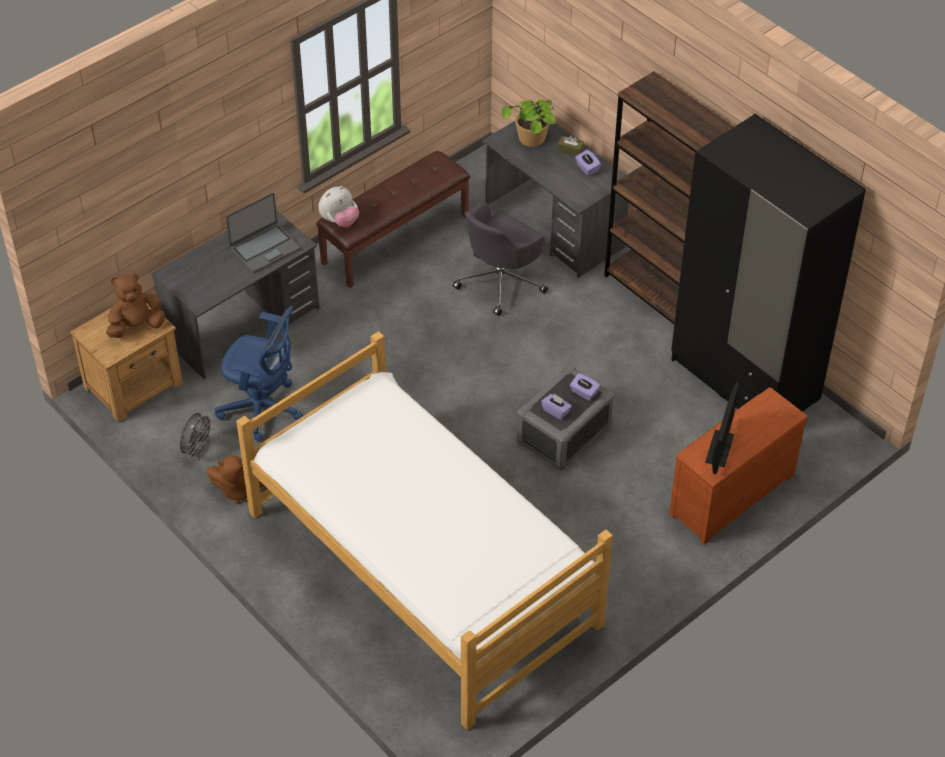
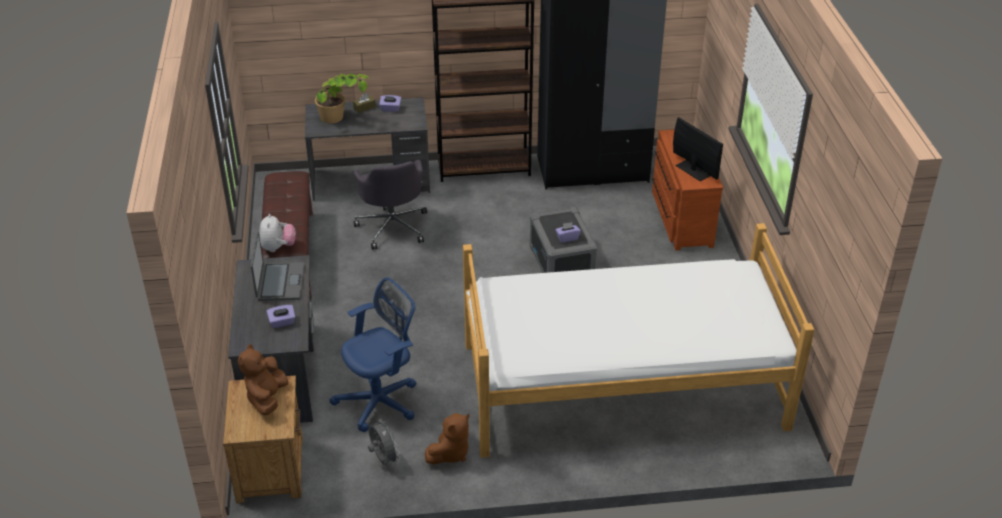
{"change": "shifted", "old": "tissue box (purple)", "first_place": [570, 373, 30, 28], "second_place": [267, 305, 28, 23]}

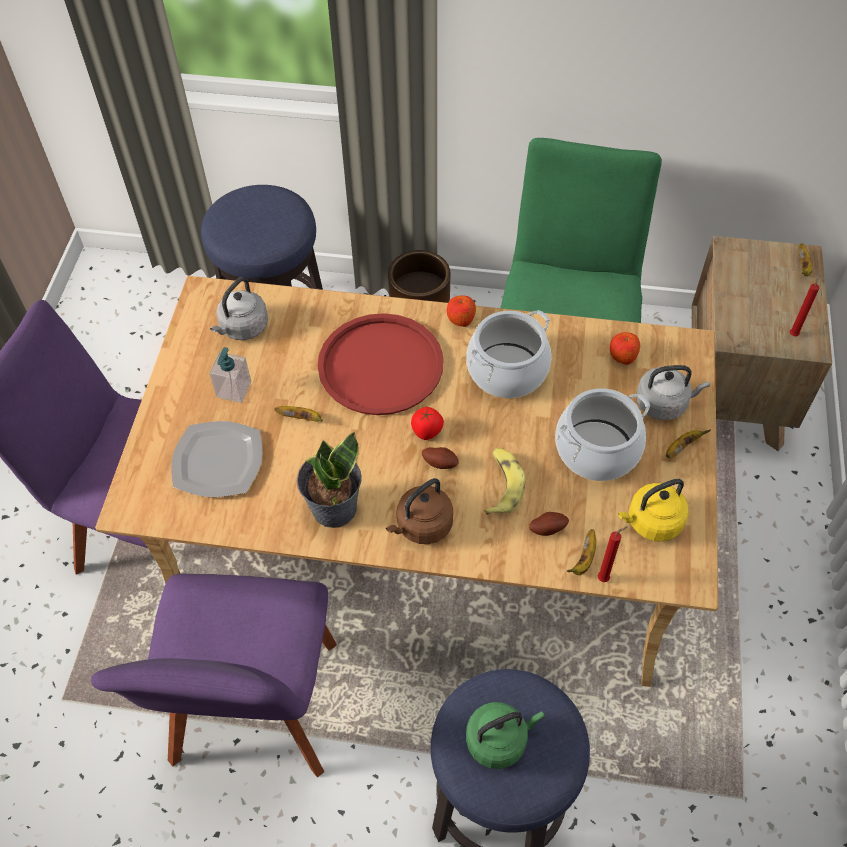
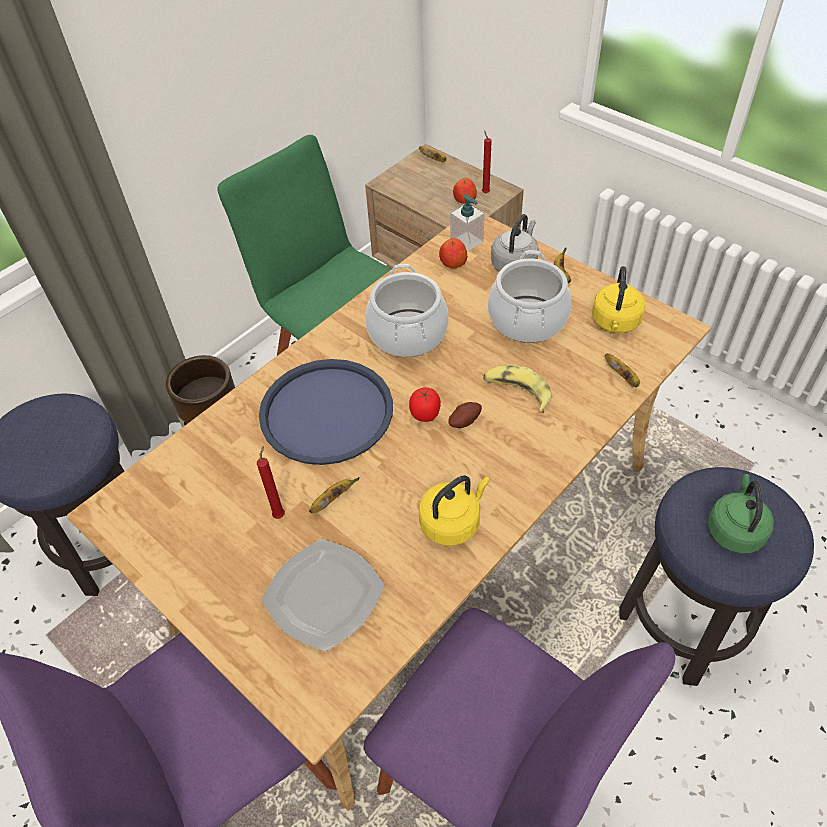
{"change": "gone", "old": "kettle (grey)", "first_place": [210, 277, 58, 63]}
{"change": "shifted", "old": "apple", "first_place": [447, 295, 29, 32], "second_place": [453, 178, 24, 26]}
{"change": "repainted", "old": "tray (red)", "new": "tray (blue)", "first_place": [318, 313, 126, 102], "second_place": [259, 359, 134, 106]}
{"change": "shifted", "old": "soap dispenser", "first_place": [209, 347, 42, 56], "second_place": [450, 194, 35, 58]}
{"change": "swapped", "old": "potted plant", "new": "kettle (yellow)", "first_place": [297, 432, 65, 96], "second_place": [419, 475, 71, 71]}
{"change": "gone", "old": "kettle (brown)", "first_place": [386, 478, 67, 66]}
{"change": "gone", "old": "potato", "first_place": [529, 512, 40, 24]}
{"change": "shifted", "old": "candle (red)", "first_place": [597, 526, 30, 56], "second_place": [257, 446, 28, 73]}

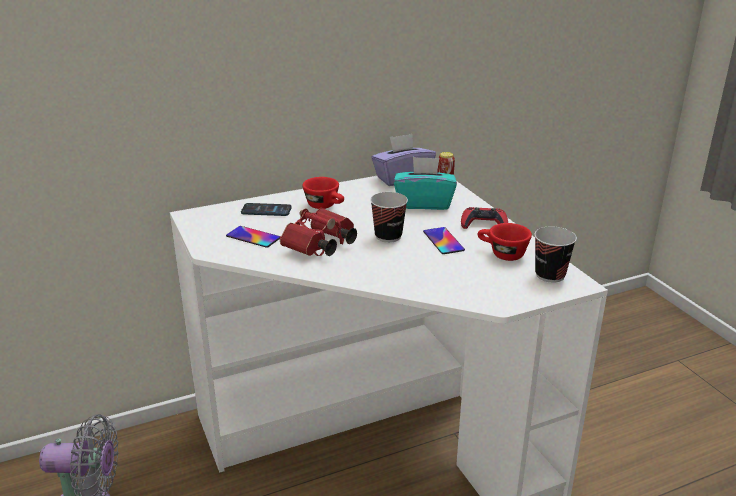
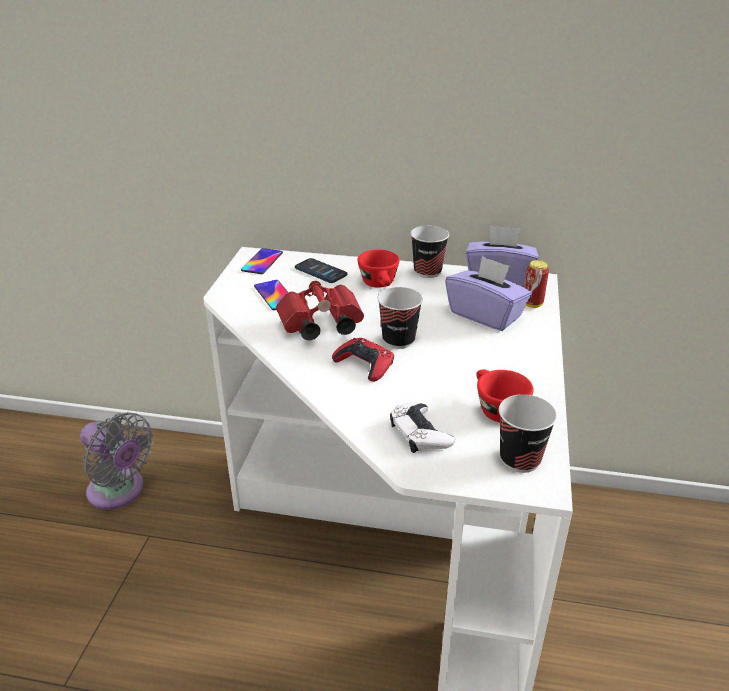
{"change": "repainted", "old": "tissue box (turquoise)", "new": "tissue box (purple)", "first_place": [394, 157, 63, 53], "second_place": [445, 256, 87, 75]}
{"change": "shifted", "old": "game controller (red)", "first_place": [461, 207, 47, 22], "second_place": [332, 338, 62, 44]}
{"change": "shifted", "old": "phone", "first_place": [423, 227, 42, 27], "second_place": [241, 248, 42, 26]}
{"change": "new", "new": "cup", "second_place": [411, 226, 38, 52]}
{"change": "new", "new": "game controller (white)", "second_place": [390, 402, 65, 51]}

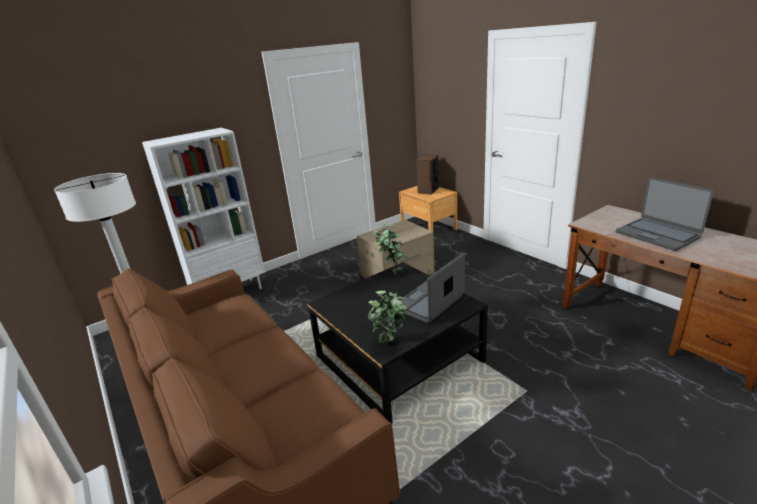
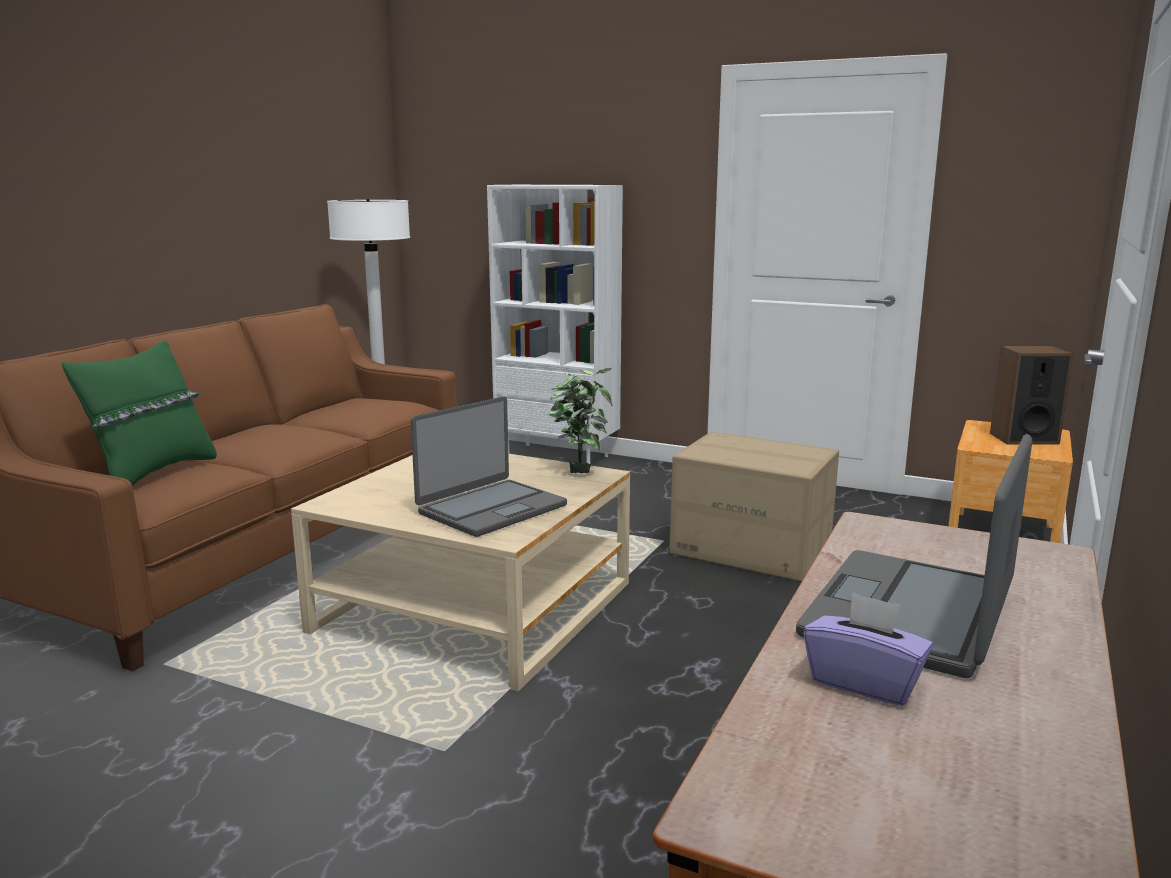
{"change": "rotated", "old": "laptop", "first_place": [402, 253, 63, 70], "second_place": [411, 396, 156, 141], "degrees": 120}
{"change": "repainted", "old": "coffee table (black)", "new": "coffee table (beige)", "first_place": [307, 262, 181, 161], "second_place": [291, 454, 339, 238]}
{"change": "gone", "old": "potted plant", "first_place": [368, 291, 39, 54]}
{"change": "new", "new": "pillow (green)", "second_place": [62, 341, 155, 145]}
{"change": "new", "new": "tissue box (purple)", "second_place": [803, 592, 130, 114]}

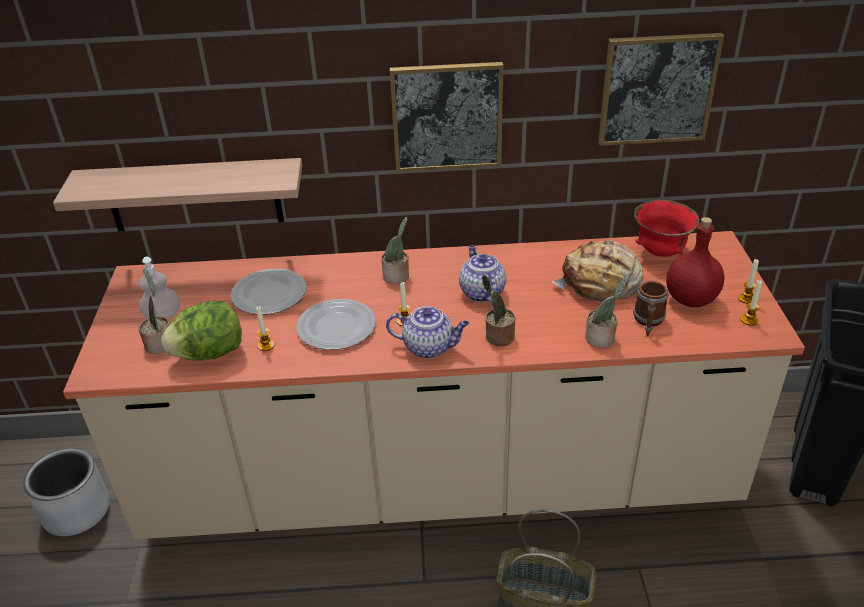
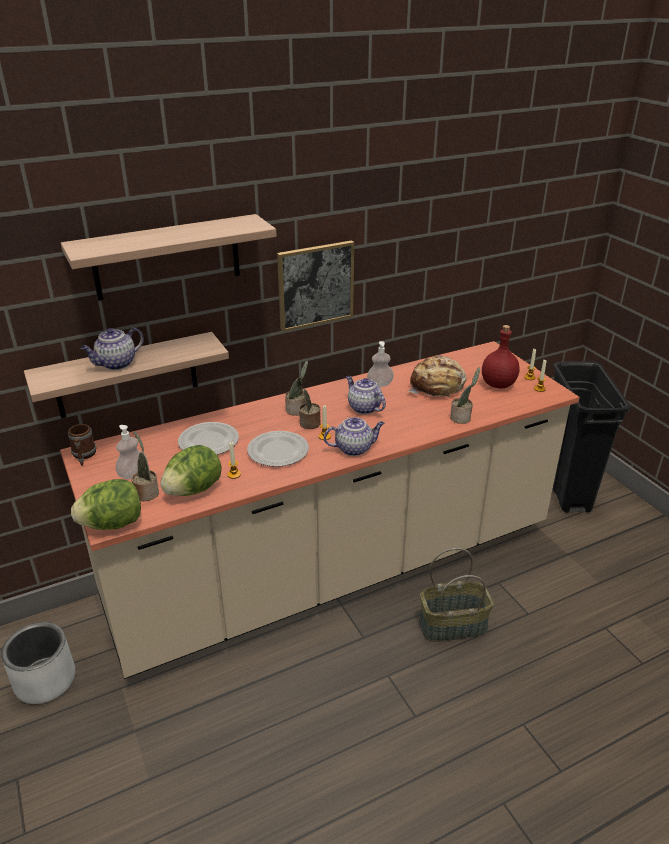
{"change": "gone", "old": "picture", "first_place": [598, 33, 126, 113]}
{"change": "gone", "old": "bowl (red)", "first_place": [634, 200, 65, 57]}
{"change": "shifted", "old": "potted plant", "first_place": [482, 275, 33, 71], "second_place": [297, 377, 23, 52]}
{"change": "shifted", "old": "mug", "first_place": [633, 281, 36, 55], "second_place": [68, 424, 29, 42]}
{"change": "new", "new": "shelf", "second_place": [61, 214, 216, 87]}
{"change": "new", "new": "teapot", "second_place": [81, 328, 63, 42]}
{"change": "new", "new": "soap dispenser", "second_place": [367, 341, 27, 46]}
{"change": "new", "new": "lettuce", "second_place": [71, 479, 70, 51]}

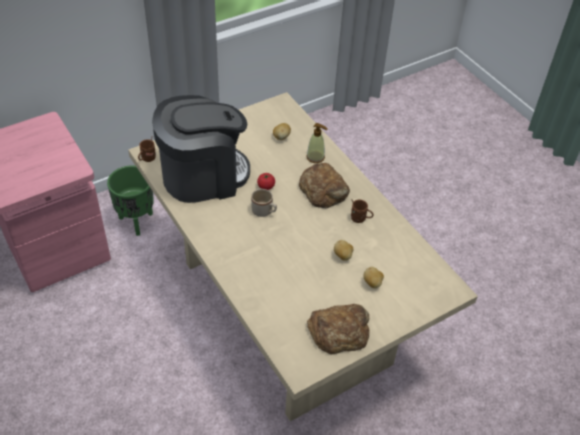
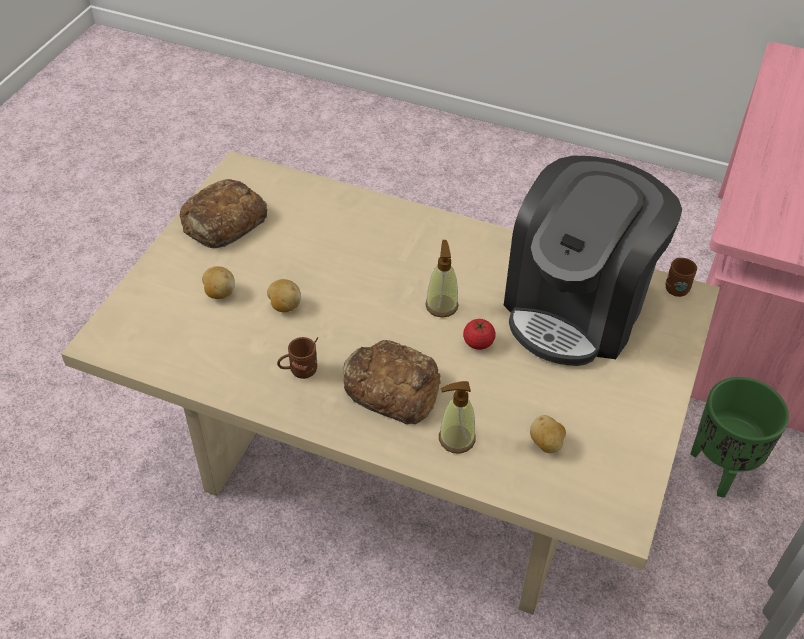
{"change": "swapped", "old": "mug (beige)", "new": "soap dispenser", "first_place": [251, 189, 26, 28], "second_place": [425, 240, 34, 78]}

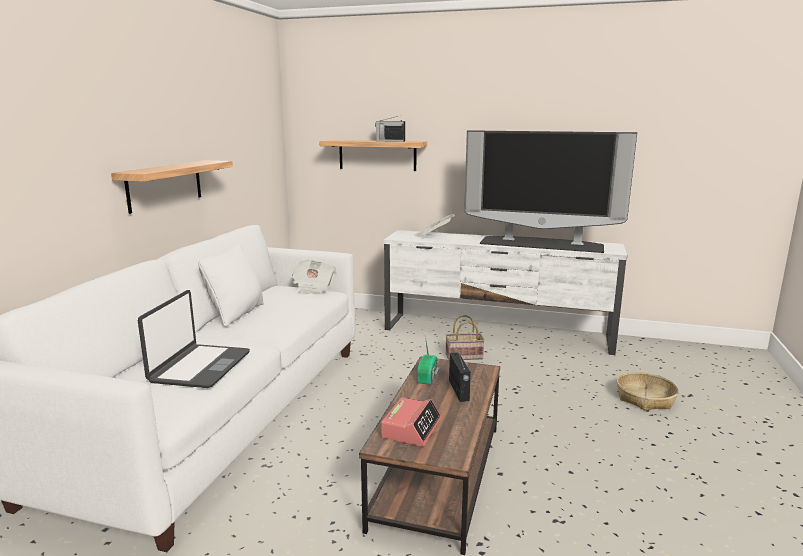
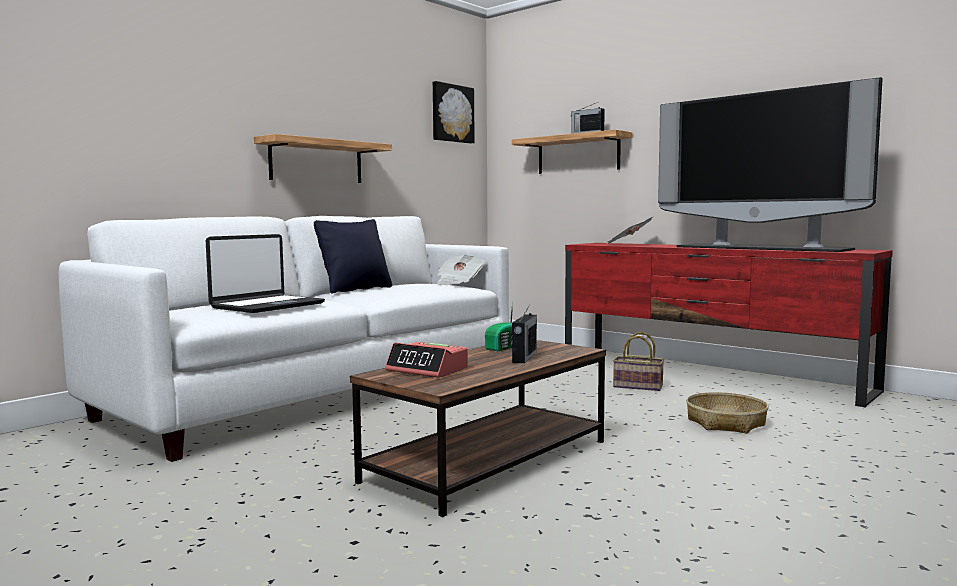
{"change": "repainted", "old": "tv stand (white)", "new": "tv stand (red)", "first_place": [384, 230, 243, 125], "second_place": [565, 243, 328, 164]}
{"change": "repainted", "old": "pillow (white)", "new": "pillow (black)", "first_place": [198, 243, 66, 84], "second_place": [314, 219, 78, 75]}
{"change": "shifted", "old": "basket", "first_place": [617, 372, 62, 39], "second_place": [686, 392, 83, 42]}
{"change": "rotated", "old": "alarm clock", "first_place": [381, 397, 60, 50], "second_place": [385, 342, 83, 36], "degrees": 75}
{"change": "new", "new": "picture", "second_place": [433, 81, 42, 63]}

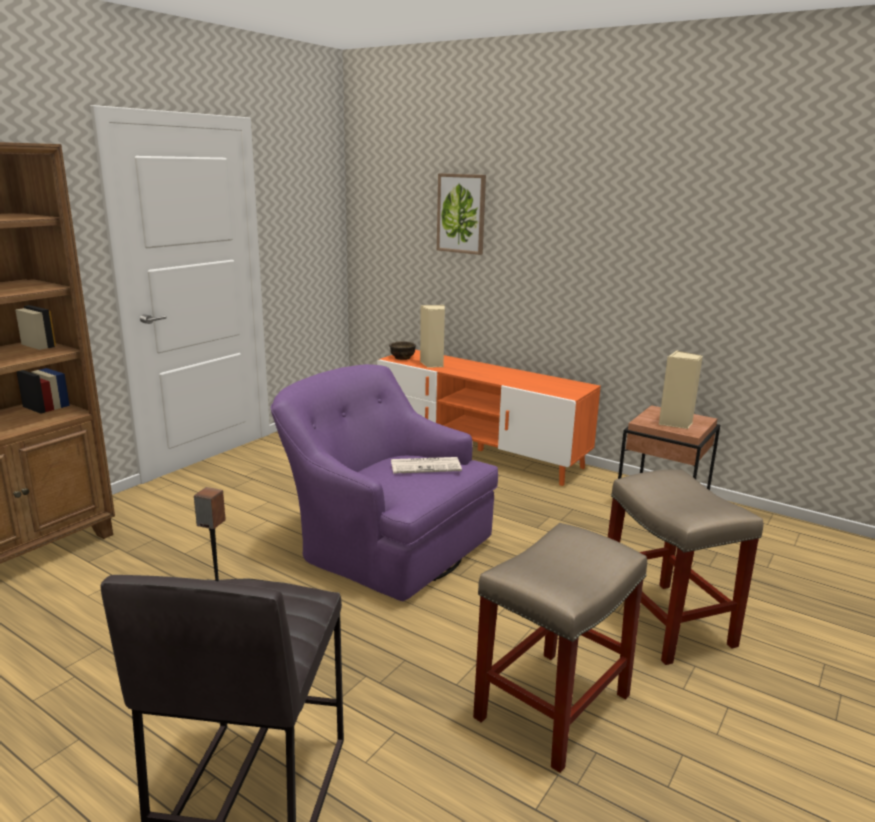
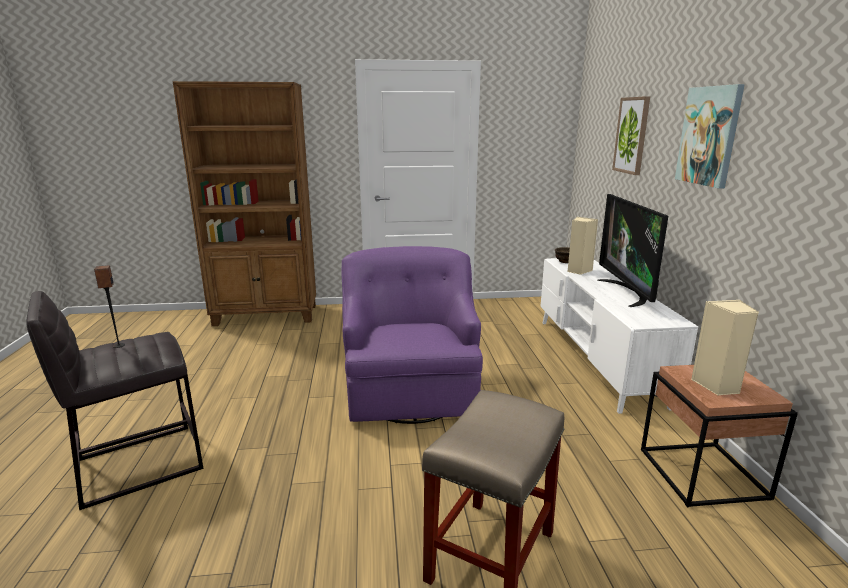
{"change": "repainted", "old": "tv stand (orange)", "new": "tv stand (white)", "first_place": [377, 350, 224, 136], "second_place": [541, 258, 157, 156]}
{"change": "gone", "old": "newspaper", "first_place": [391, 457, 71, 17]}
{"change": "gone", "old": "stool (beige)", "first_place": [473, 523, 174, 250]}
{"change": "new", "new": "picture", "second_place": [675, 84, 70, 105]}
{"change": "new", "new": "television", "second_place": [597, 194, 71, 113]}

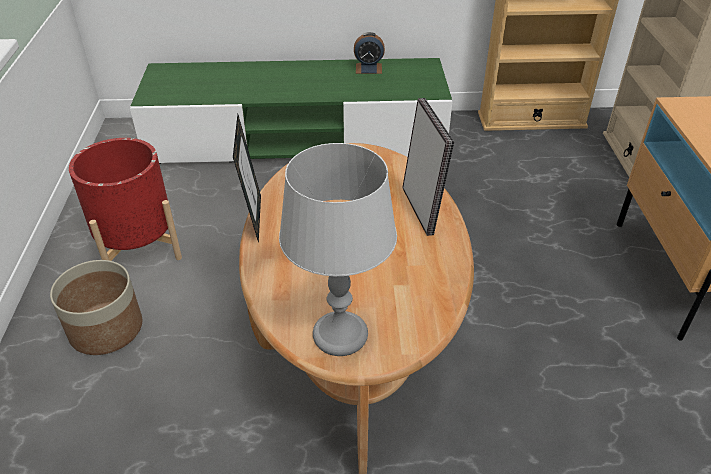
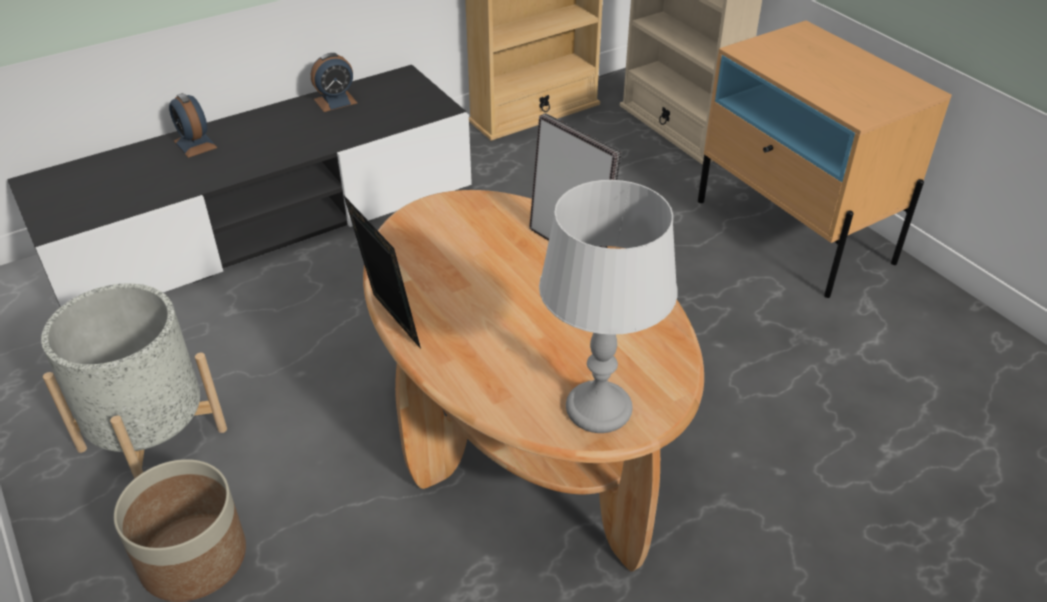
{"change": "repainted", "old": "tv stand (green)", "new": "tv stand (black)", "first_place": [130, 58, 322, 106], "second_place": [7, 65, 465, 242]}
{"change": "repainted", "old": "planter (red)", "new": "planter (grey)", "first_place": [69, 138, 113, 123], "second_place": [41, 283, 186, 196]}
{"change": "new", "new": "alarm clock", "second_place": [169, 93, 48, 65]}

